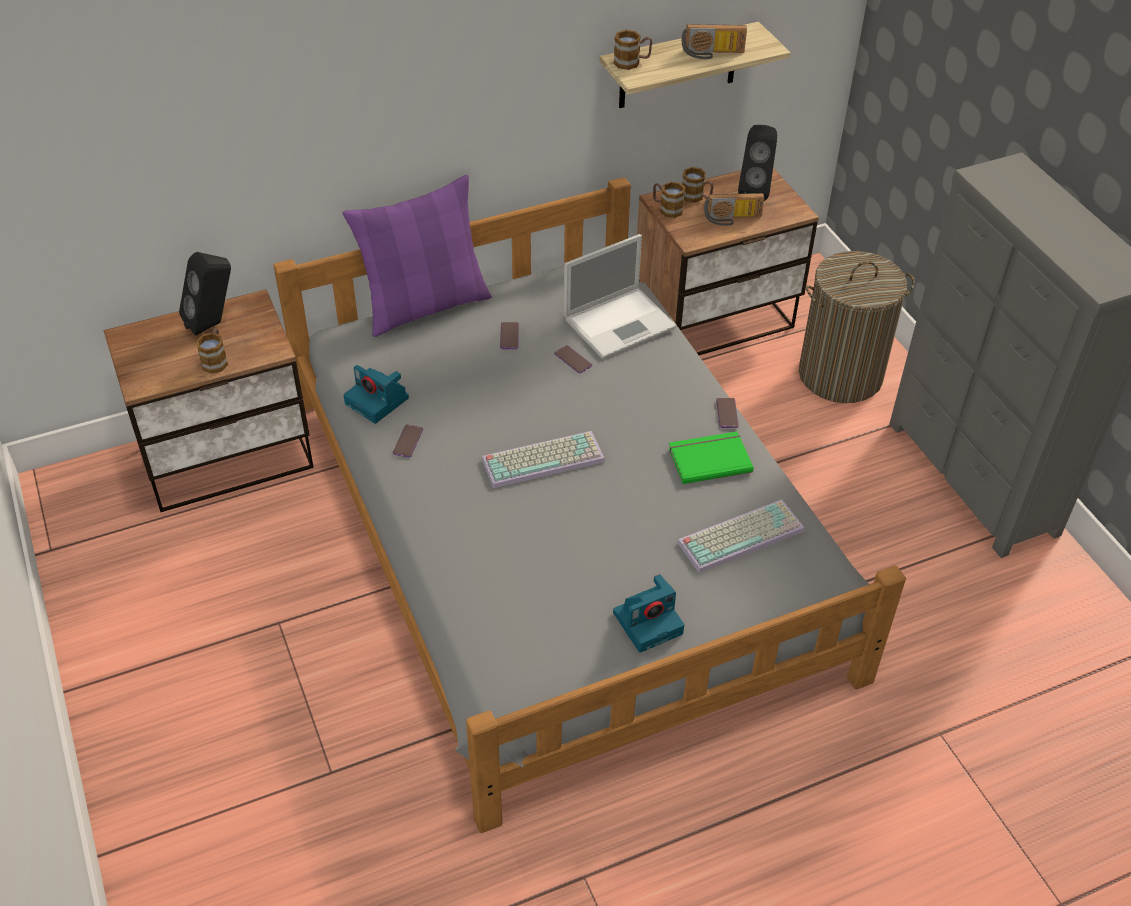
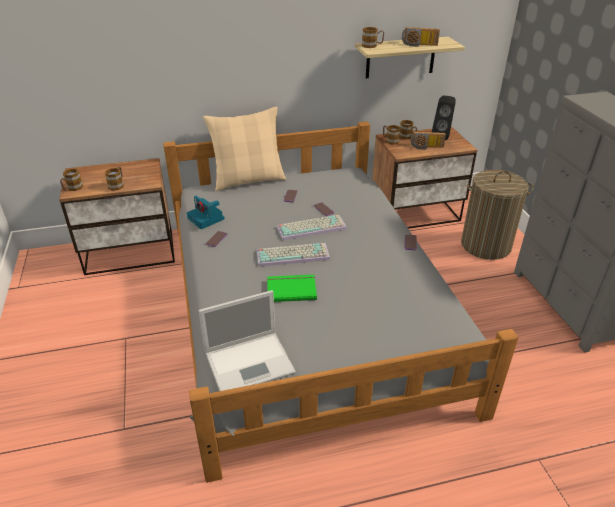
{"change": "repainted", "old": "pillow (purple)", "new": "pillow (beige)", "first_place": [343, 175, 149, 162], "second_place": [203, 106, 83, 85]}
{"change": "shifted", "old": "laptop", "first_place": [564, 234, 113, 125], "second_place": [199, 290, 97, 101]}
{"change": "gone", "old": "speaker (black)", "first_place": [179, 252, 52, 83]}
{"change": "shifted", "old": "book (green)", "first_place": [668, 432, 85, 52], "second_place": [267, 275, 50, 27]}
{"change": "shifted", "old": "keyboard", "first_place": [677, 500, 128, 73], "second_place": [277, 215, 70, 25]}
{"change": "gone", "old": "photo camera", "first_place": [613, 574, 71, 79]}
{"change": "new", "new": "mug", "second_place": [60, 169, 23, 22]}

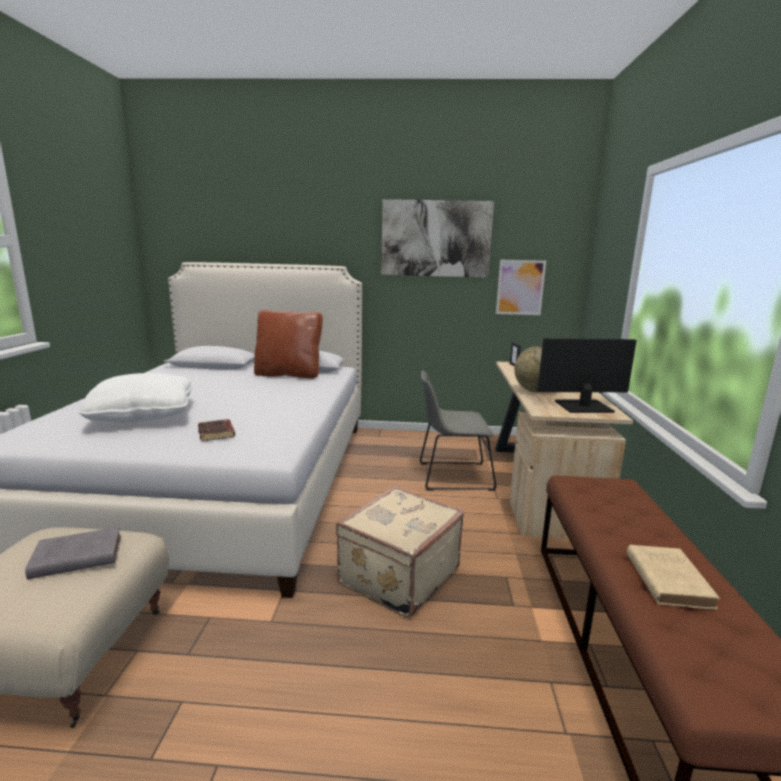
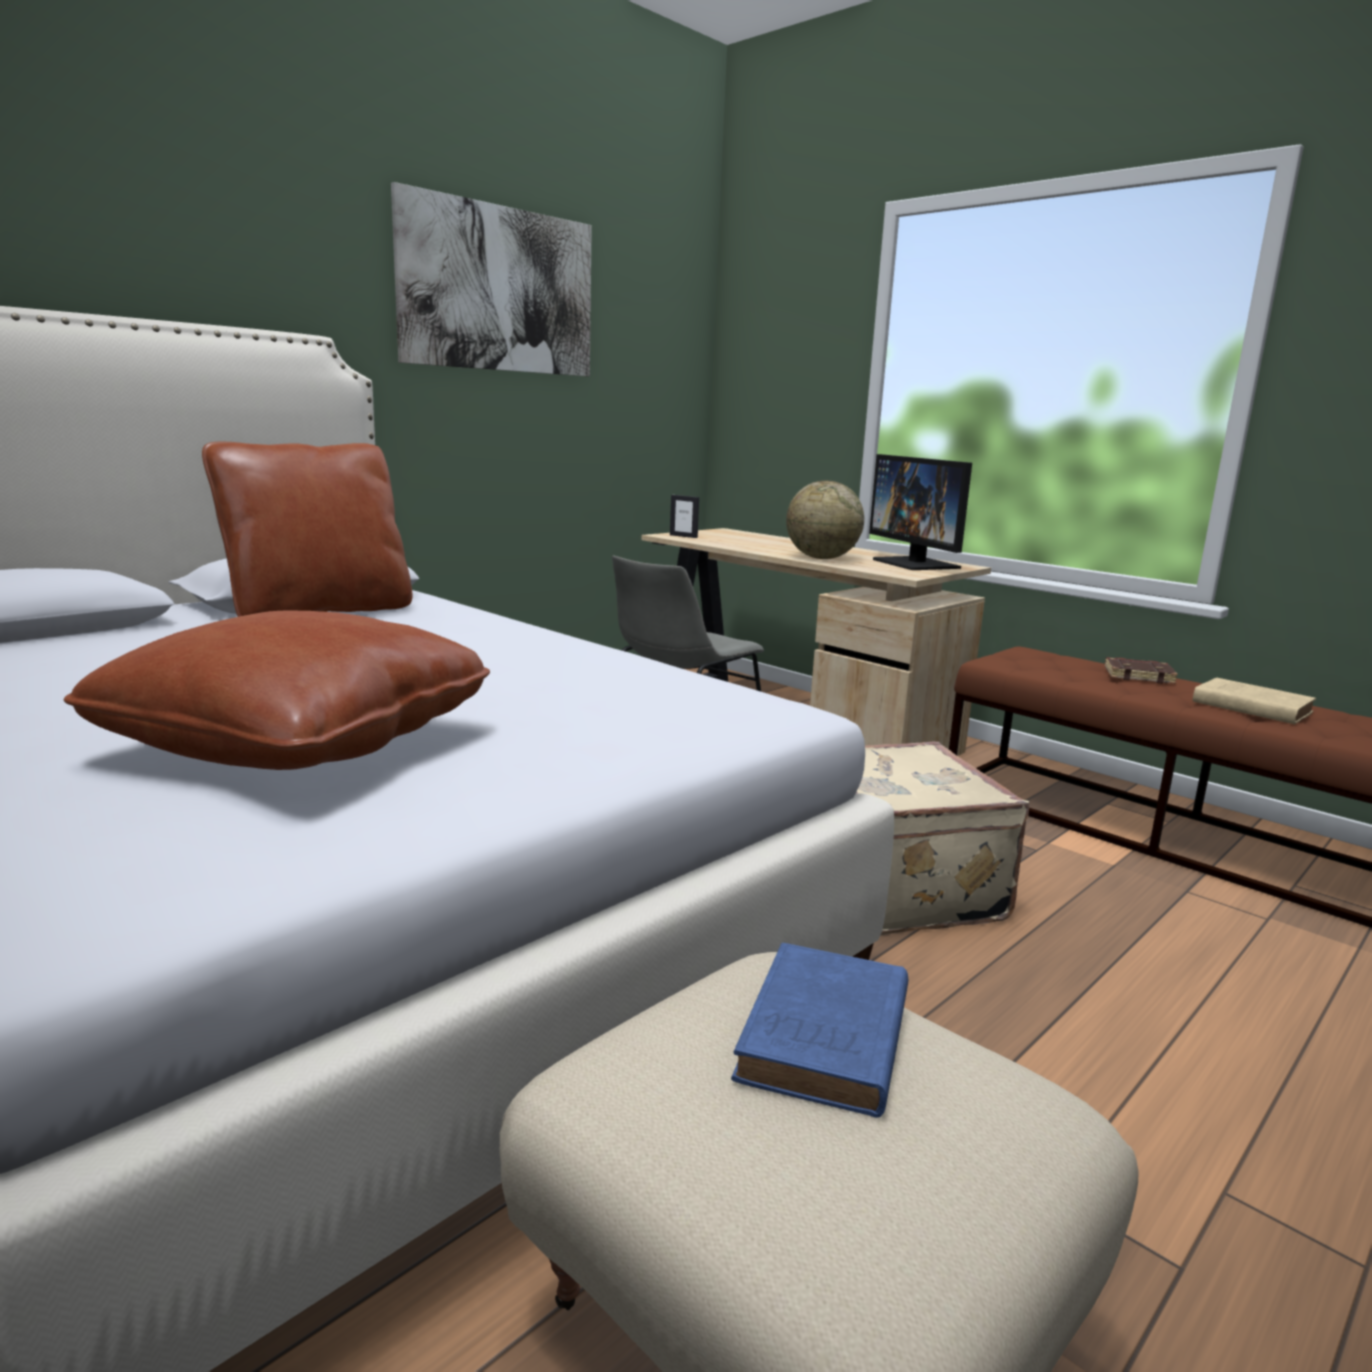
{"change": "gone", "old": "picture", "first_place": [496, 260, 50, 55]}
{"change": "rotated", "old": "monitor", "first_place": [537, 338, 100, 75], "second_place": [869, 454, 103, 116], "degrees": -60}
{"change": "repainted", "old": "pillow (white)", "new": "pillow (brown)", "first_place": [78, 373, 115, 50], "second_place": [64, 610, 426, 160]}
{"change": "shifted", "old": "book (brown)", "first_place": [198, 419, 37, 22], "second_place": [1105, 657, 73, 27]}
{"change": "repainted", "old": "book (grey)", "new": "book (blue)", "first_place": [25, 527, 96, 52], "second_place": [731, 943, 177, 175]}

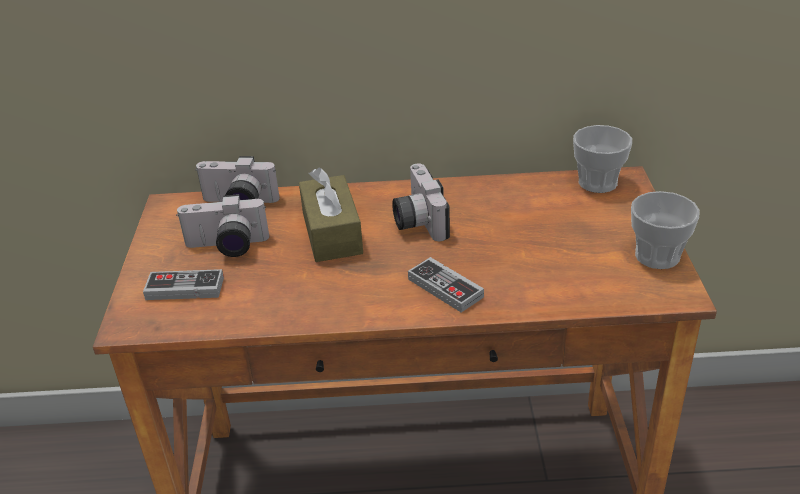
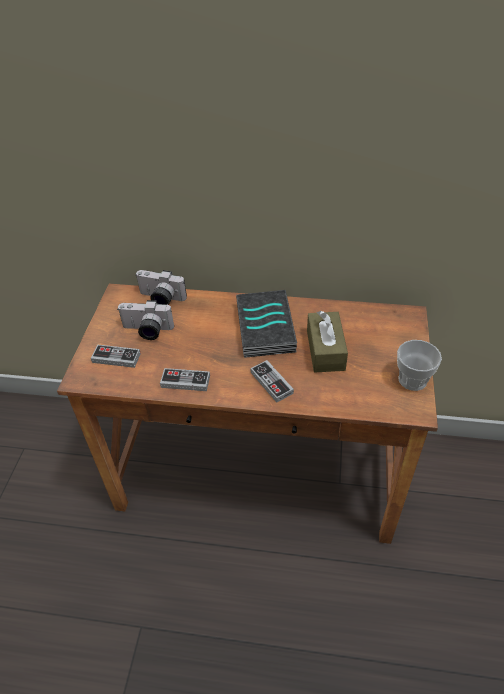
{"change": "gone", "old": "cup", "first_place": [573, 125, 59, 68]}
{"change": "swapped", "old": "photo camera", "new": "book", "first_place": [392, 164, 58, 77], "second_place": [236, 290, 61, 68]}
{"change": "shifted", "old": "tissue box (brown)", "first_place": [299, 167, 64, 95], "second_place": [307, 311, 41, 62]}
{"change": "new", "new": "game controller", "second_place": [160, 368, 50, 23]}

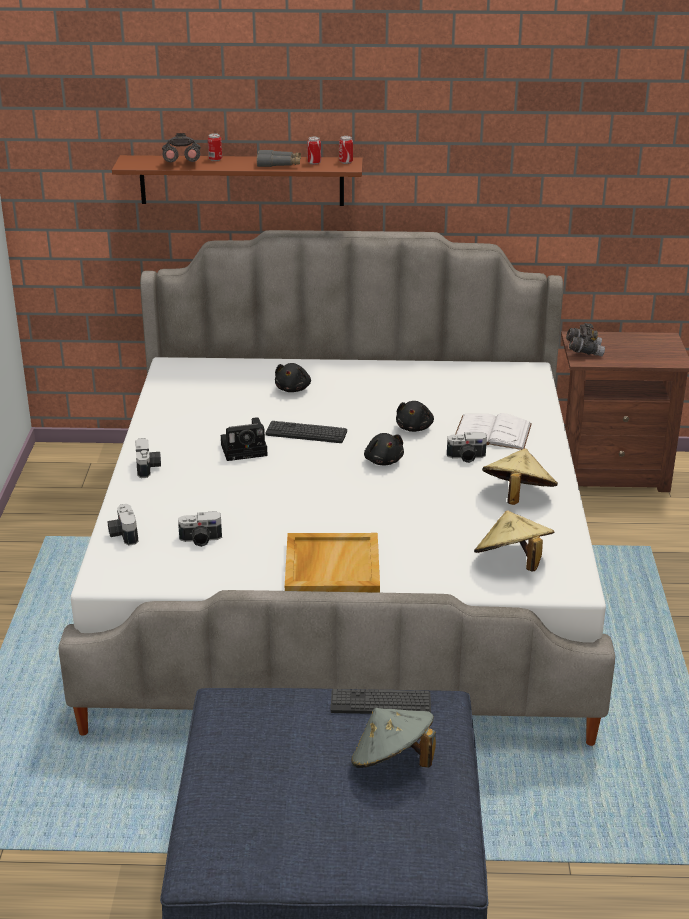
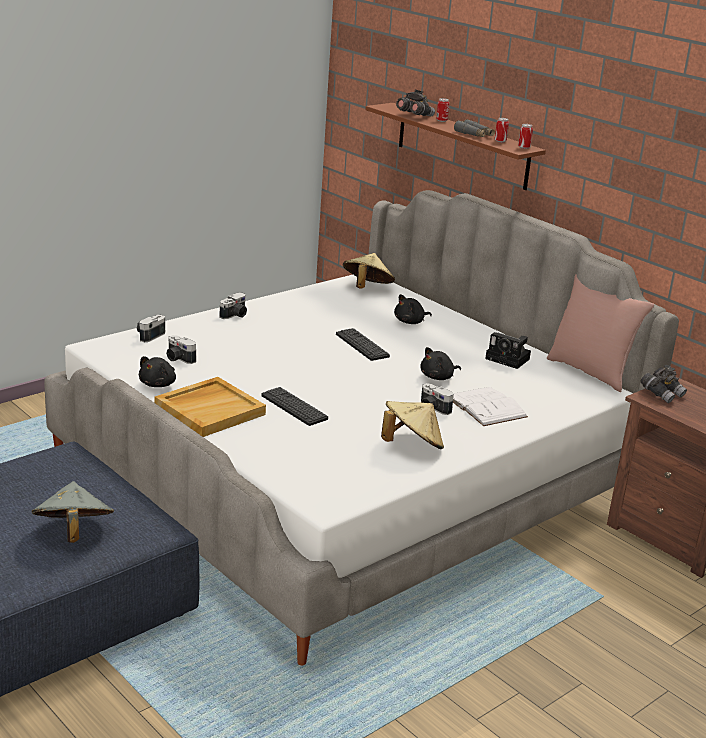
{"change": "shifted", "old": "photo camera", "first_place": [221, 417, 46, 44], "second_place": [485, 332, 46, 37]}
{"change": "shifted", "old": "plush toy (black)", "first_place": [364, 433, 40, 33], "second_place": [139, 356, 37, 31]}
{"change": "shifted", "old": "hat (beige)", "first_place": [474, 510, 80, 61], "second_place": [343, 253, 52, 36]}
{"change": "shifted", "old": "keyboard", "first_place": [331, 689, 100, 25], "second_place": [261, 387, 67, 39]}
{"change": "new", "new": "pillow (pink)", "second_place": [547, 274, 107, 118]}

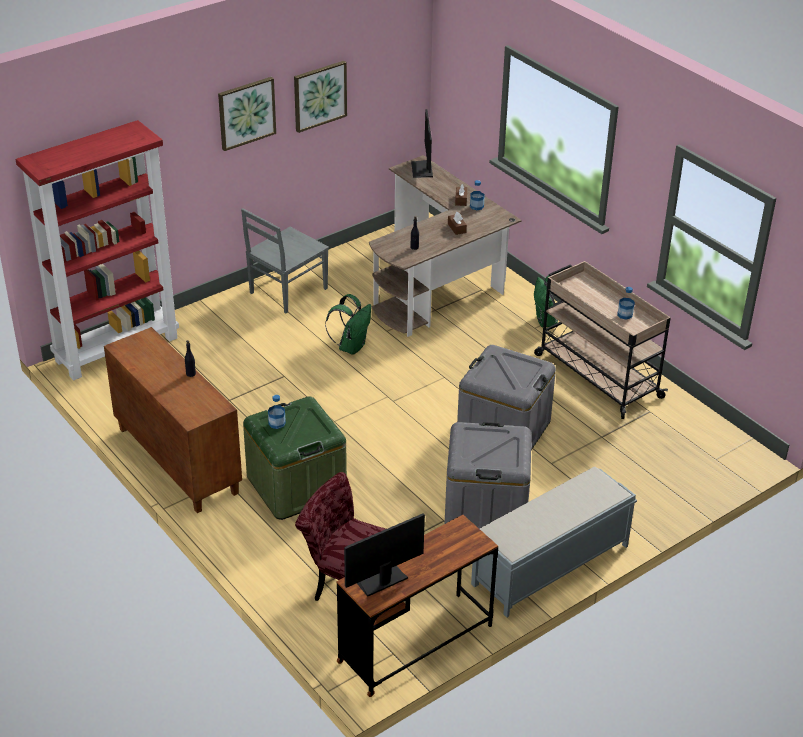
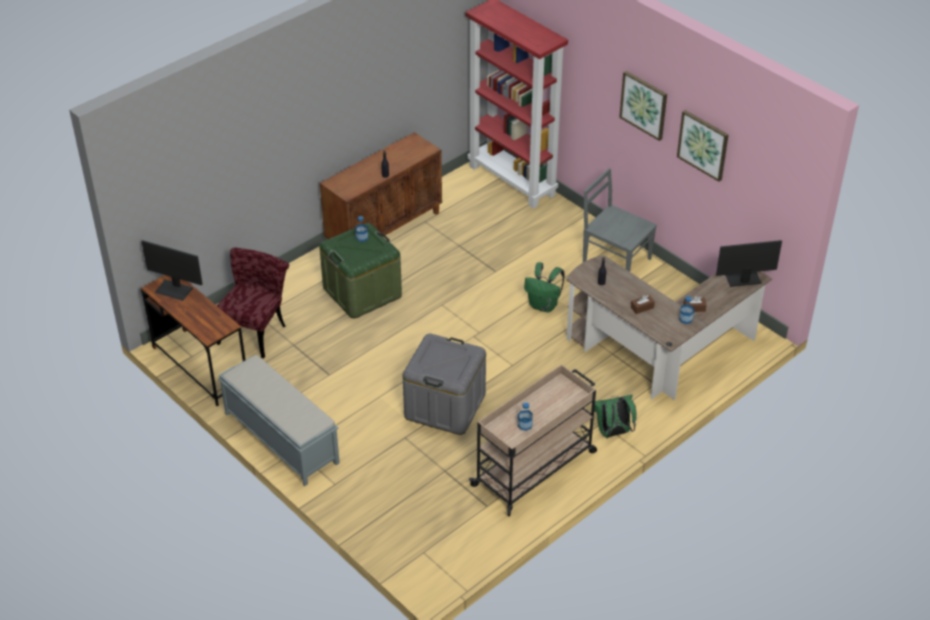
{"change": "gone", "old": "storage box (grey)", "first_place": [444, 422, 87, 107]}
{"change": "rotated", "old": "monitor", "first_place": [344, 514, 81, 83], "second_place": [141, 240, 61, 61], "degrees": 150}

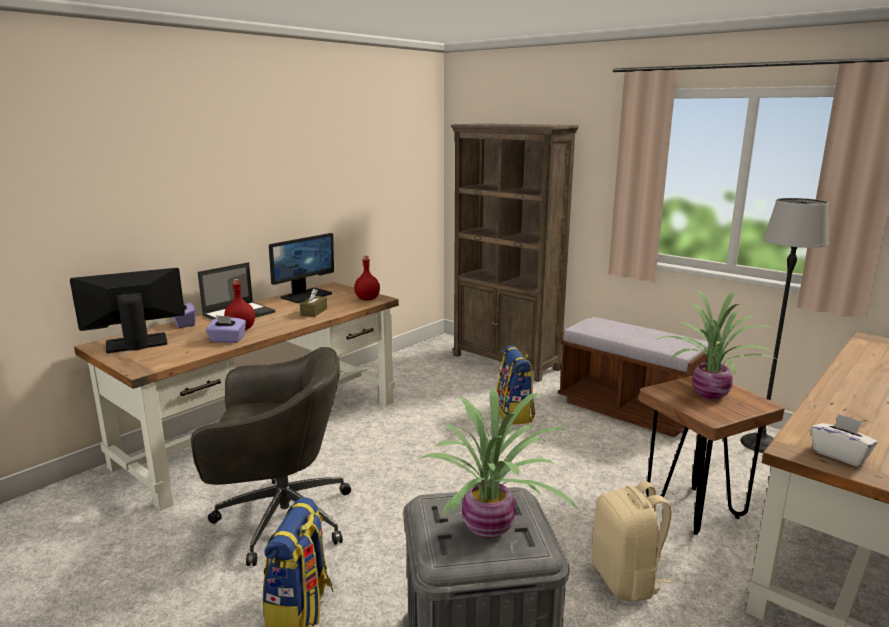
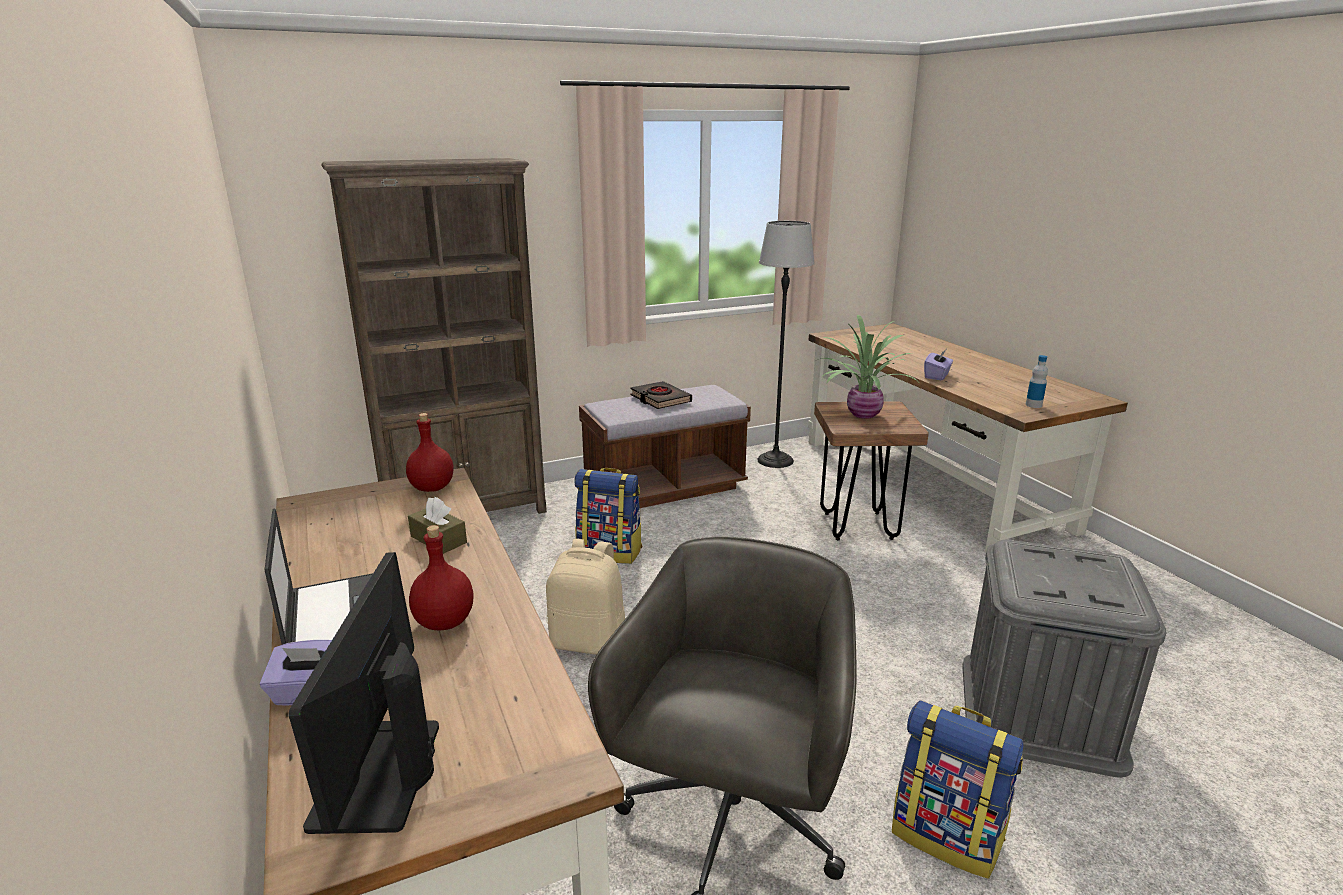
{"change": "gone", "old": "monitor", "first_place": [269, 233, 65, 70]}
{"change": "shifted", "old": "tissue box (purple)", "first_place": [205, 315, 41, 28], "second_place": [924, 350, 29, 31]}
{"change": "gone", "old": "potted plant", "first_place": [420, 389, 158, 150]}
{"change": "swapped", "old": "tissue box (white)", "new": "bottle", "first_place": [811, 414, 67, 53], "second_place": [1026, 355, 22, 53]}
{"change": "shifted", "old": "backpack (beige)", "first_place": [592, 481, 81, 120], "second_place": [546, 539, 79, 116]}
{"change": "new", "new": "book (black)", "second_place": [630, 381, 62, 28]}

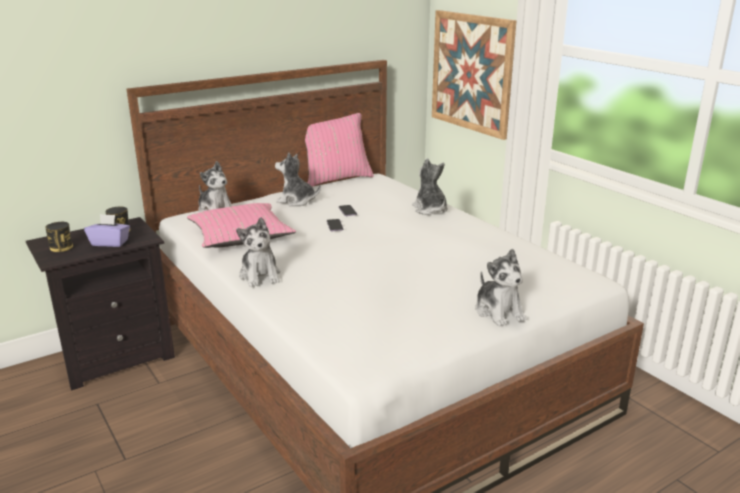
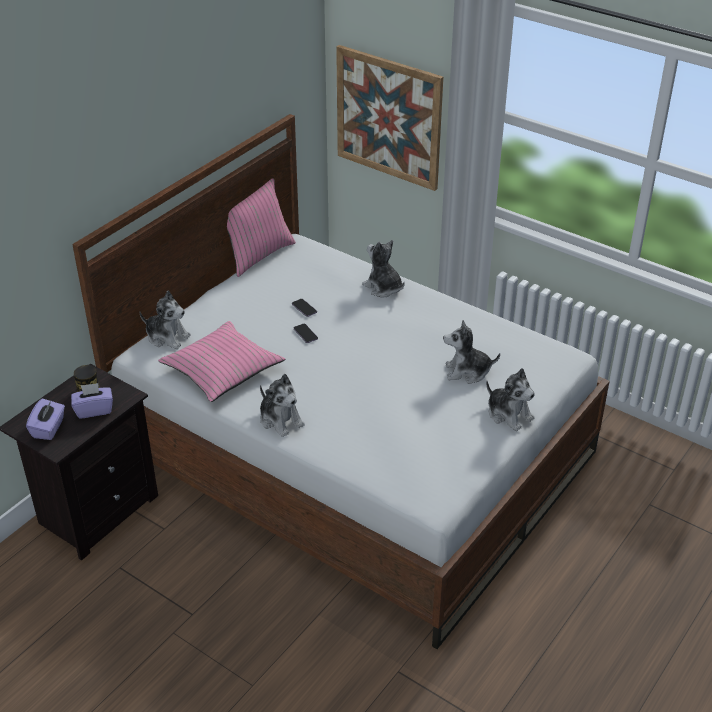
{"change": "shifted", "old": "plush toy", "first_place": [275, 152, 46, 54], "second_place": [443, 320, 57, 64]}
{"change": "swapped", "old": "can", "new": "tissue box (purple)", "first_place": [45, 222, 28, 30], "second_place": [26, 399, 39, 41]}

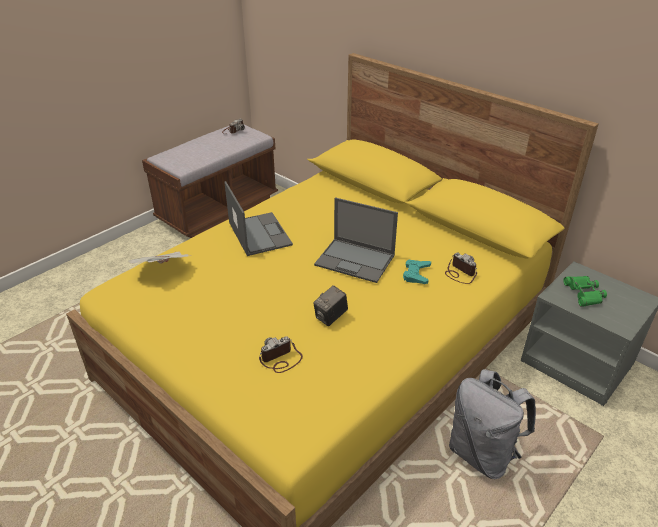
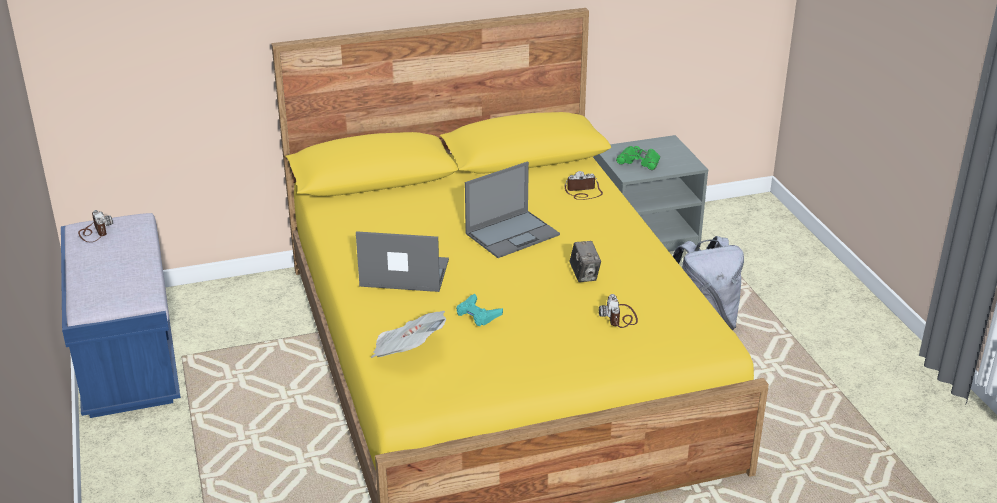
{"change": "repainted", "old": "bench (brown)", "new": "bench (blue)", "first_place": [142, 124, 136, 114], "second_place": [61, 213, 120, 205]}
{"change": "shifted", "old": "game controller (turquoise)", "first_place": [403, 260, 28, 24], "second_place": [456, 294, 47, 32]}

